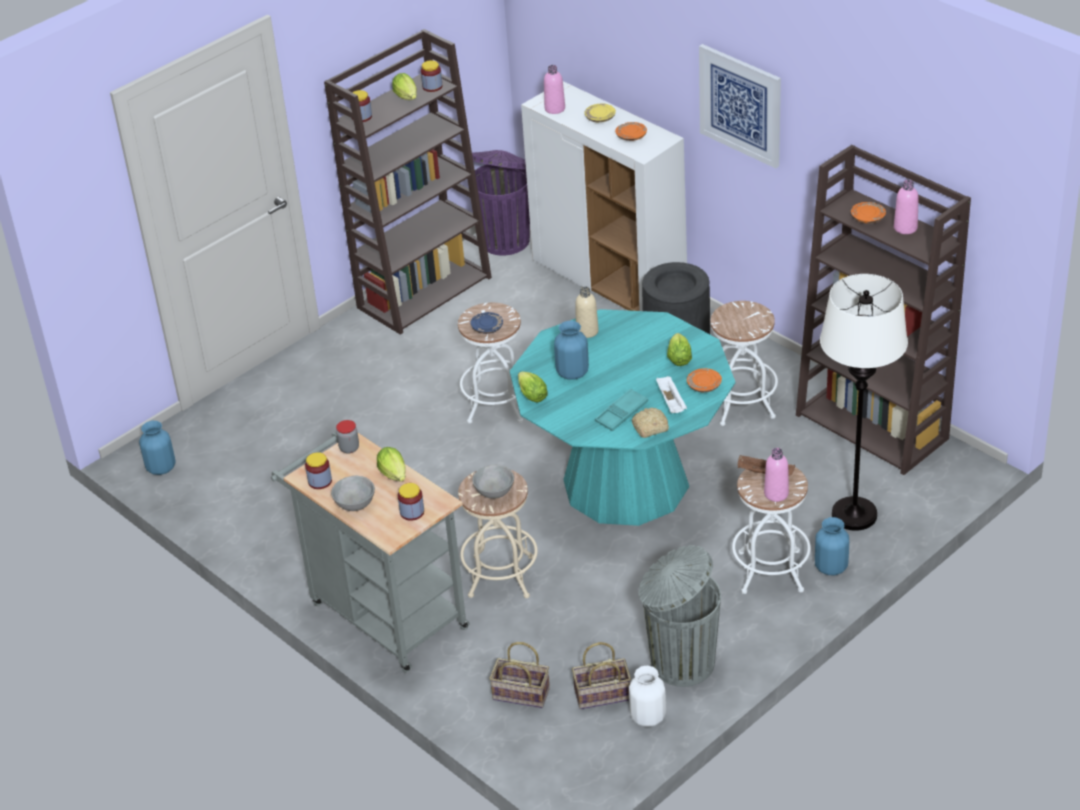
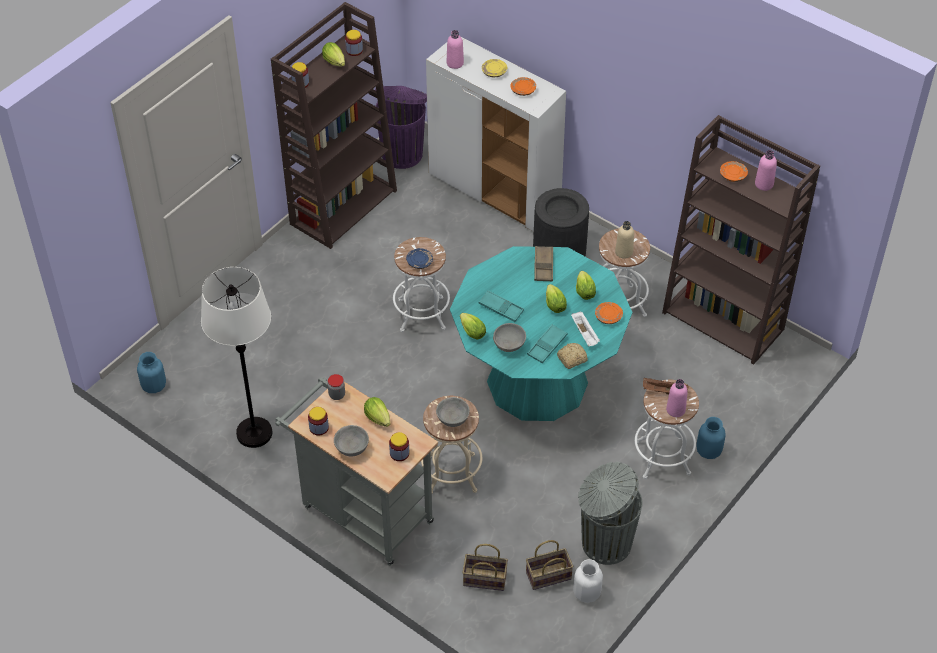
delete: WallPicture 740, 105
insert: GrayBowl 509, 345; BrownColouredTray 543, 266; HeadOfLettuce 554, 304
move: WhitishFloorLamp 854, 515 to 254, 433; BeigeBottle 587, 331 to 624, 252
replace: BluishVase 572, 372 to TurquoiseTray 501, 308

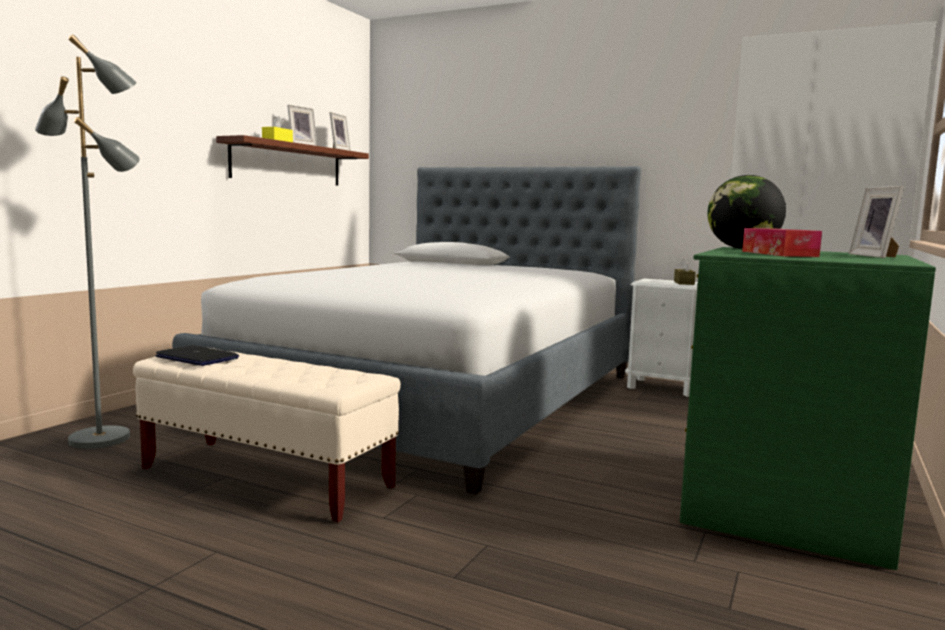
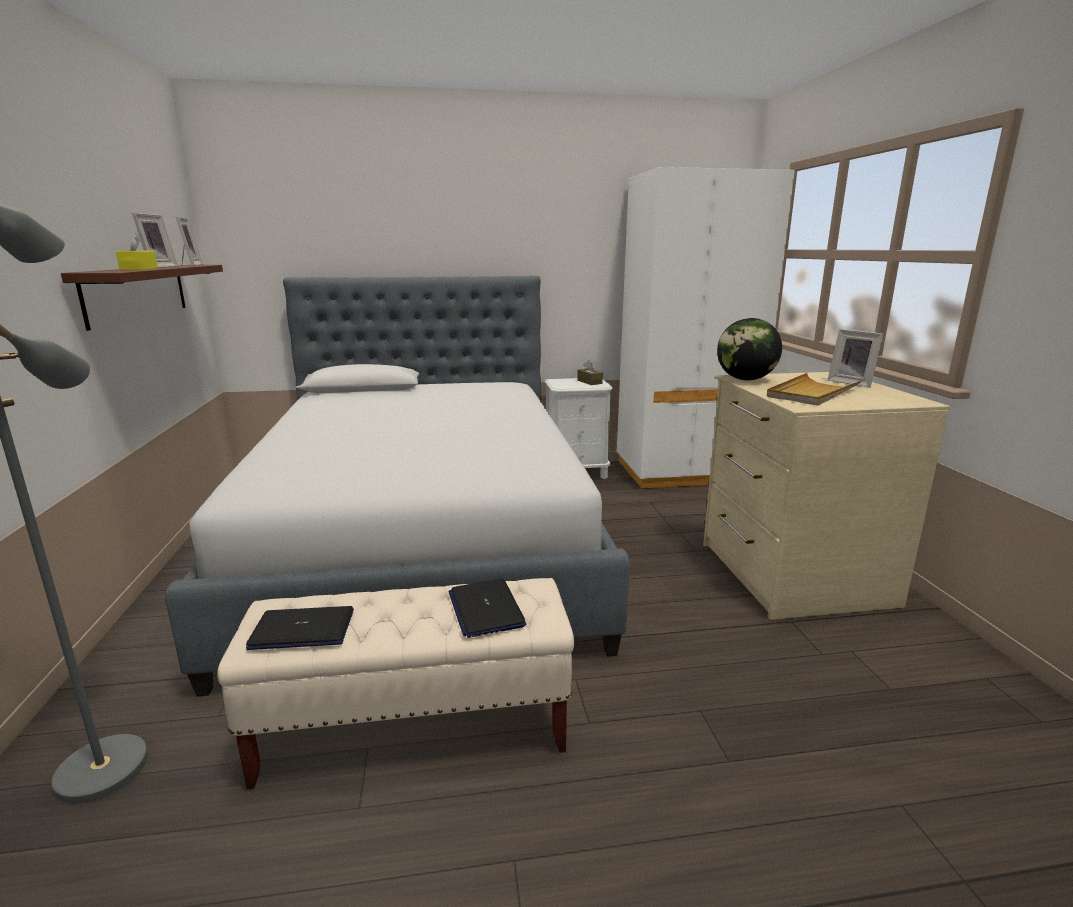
insert: NotebookComputer 485, 609
replace: BoxOfTissues 779, 254 to BeigeTray 812, 393
recolor: GreenDrawerChest 781, 504 to BeigeDrawerChest 791, 573

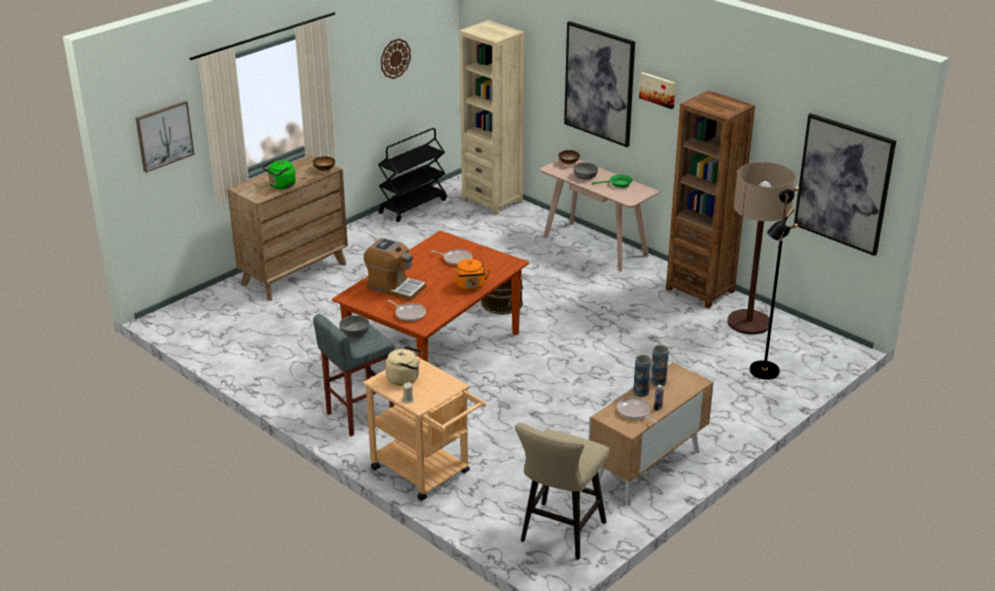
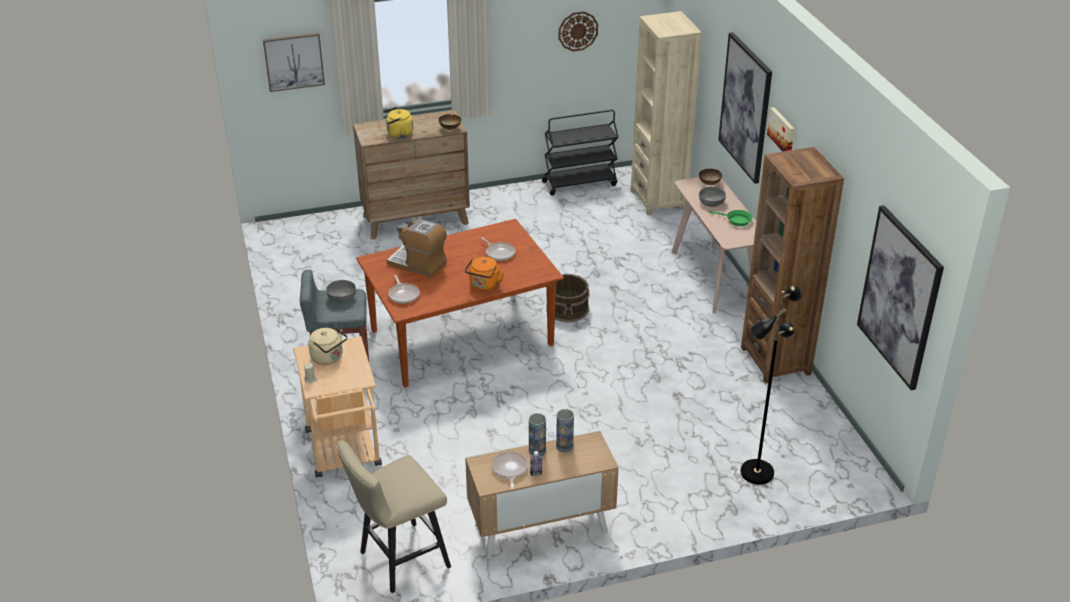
delete: FloorLamp 749, 323
recolor: GreenKettle 281, 186 to YellowishKettle 398, 134
rotate: CoffeeMachine 395, 287 = 418, 264 150 degrees clockwise

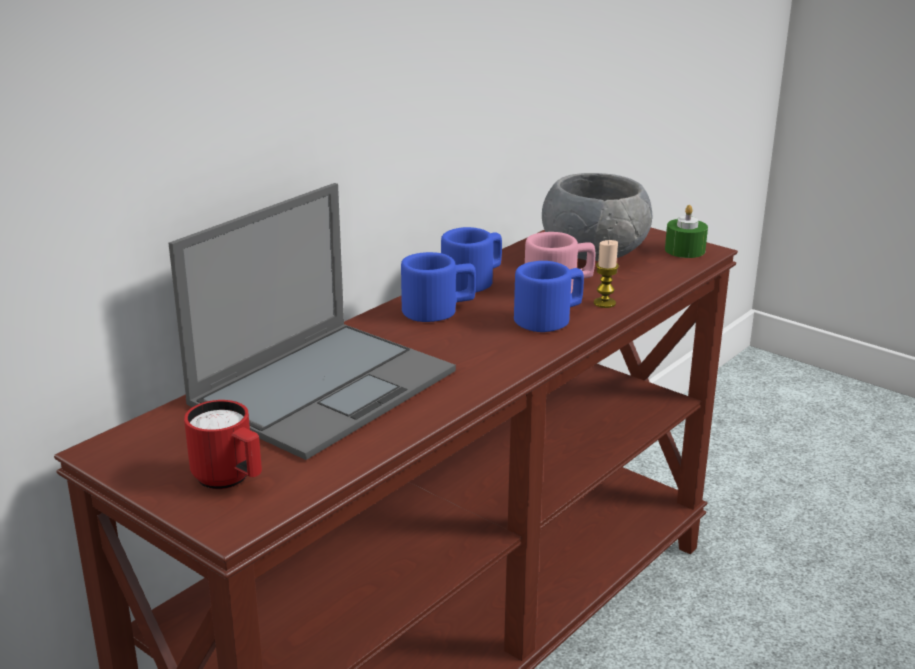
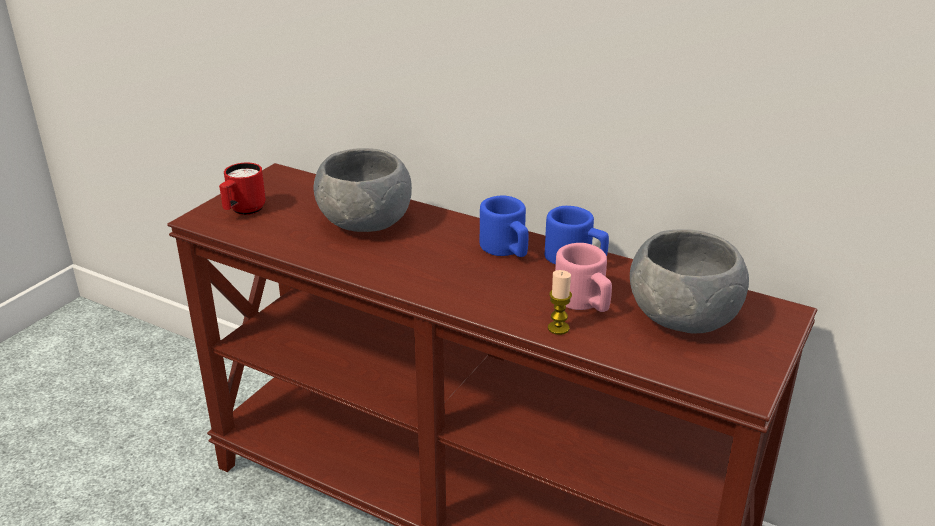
delete: BluishCoffeeMug 550, 318; GreenCandle 685, 250
replace: NotebookComputer 325, 386 to GrayBowl 365, 222

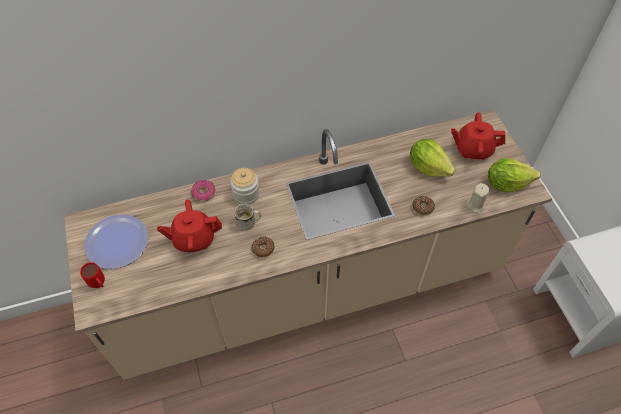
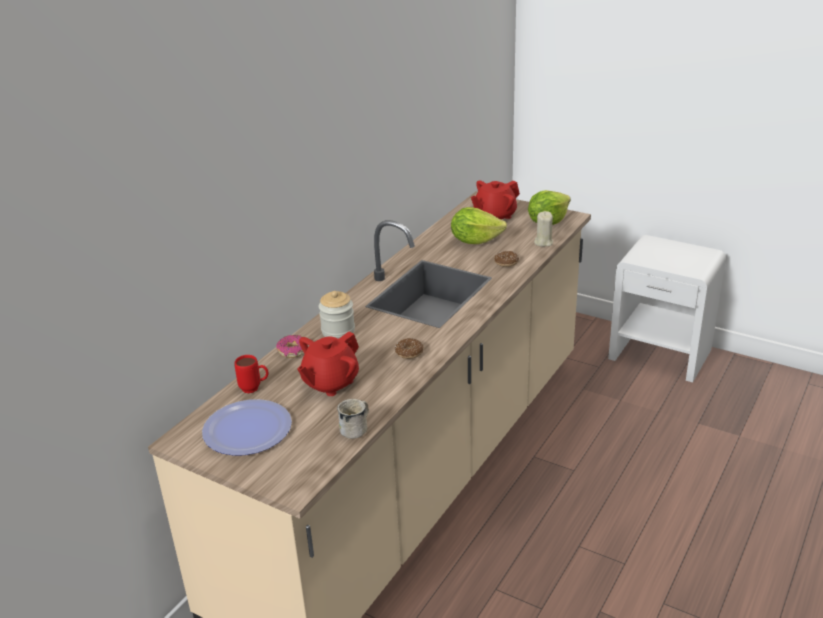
move: ReddishCoffeeMug 99, 285 to 254, 389; WhitishCoffeeMug 249, 223 to 357, 428

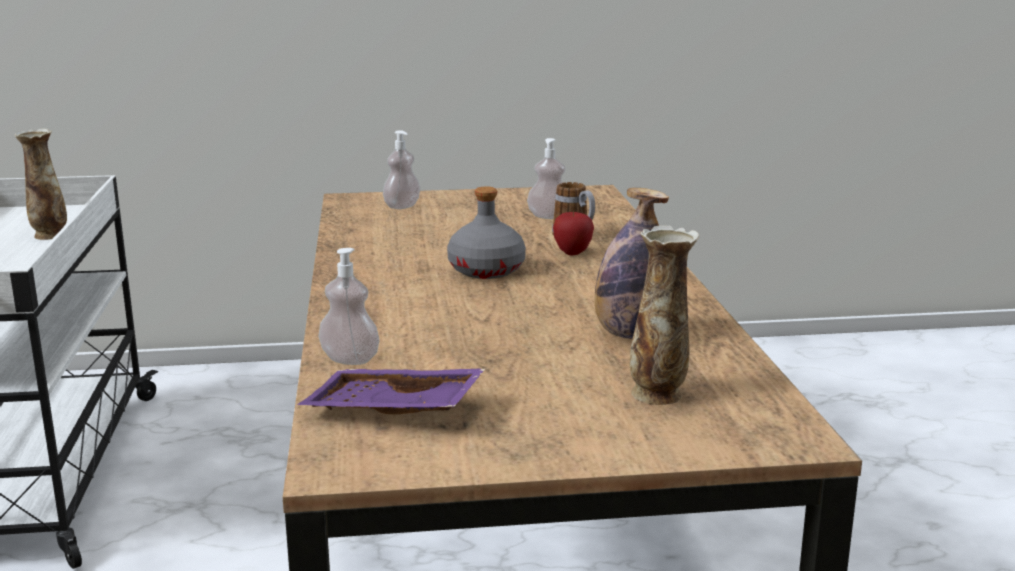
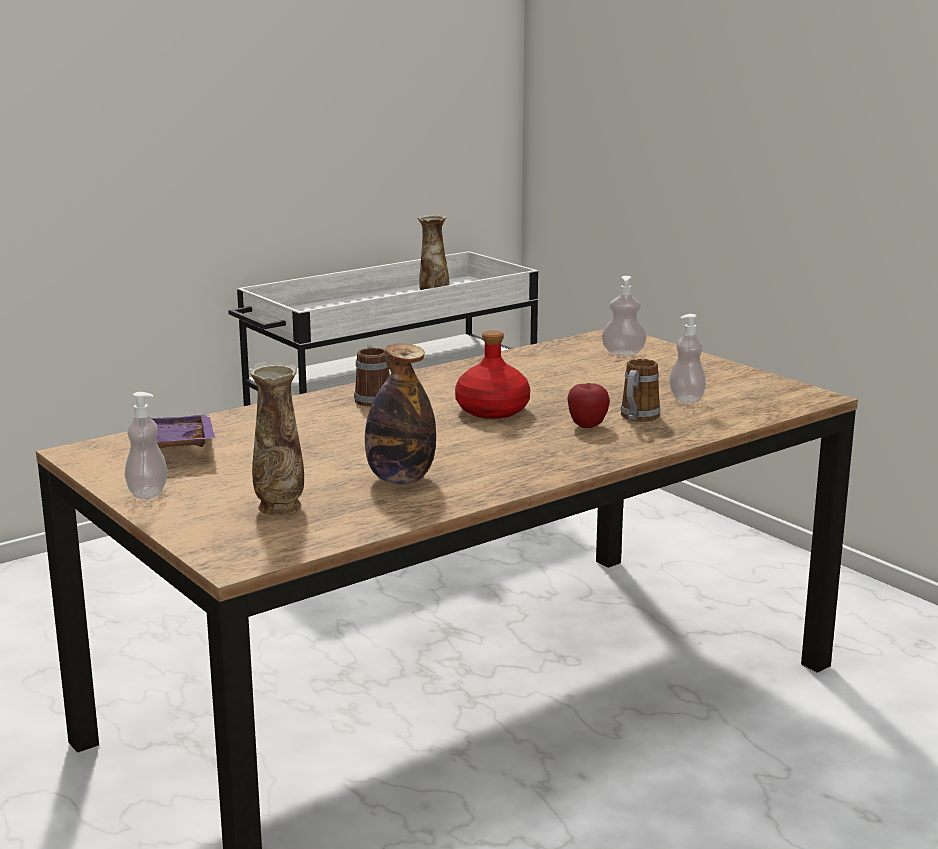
insert: CoffeeMug 372, 398
move: SoapBottle 350, 359 to 147, 492
recolor: GrayBottle 486, 270 to ReddishBottle 492, 411

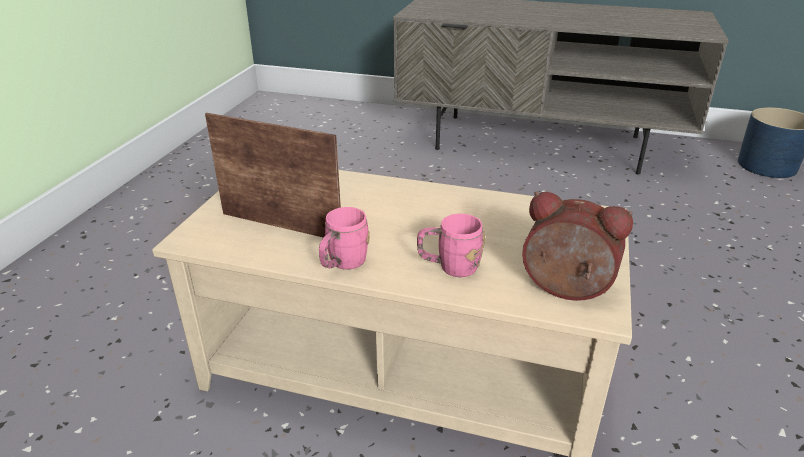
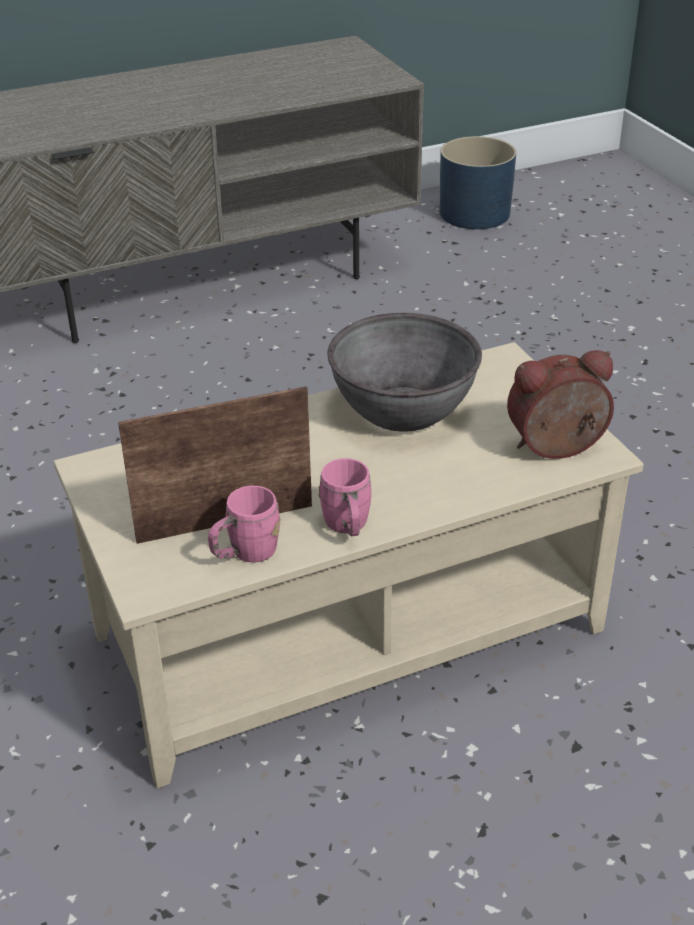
insert: GrayBowl 403, 409
move: PinkishCoffeeMug 449, 267 to 245, 554

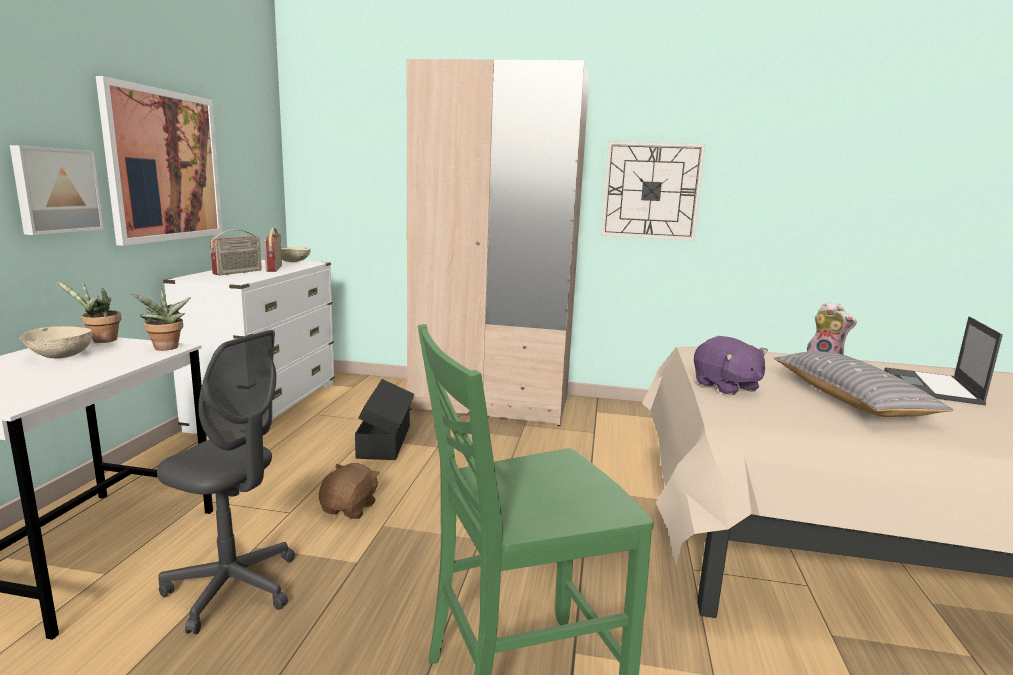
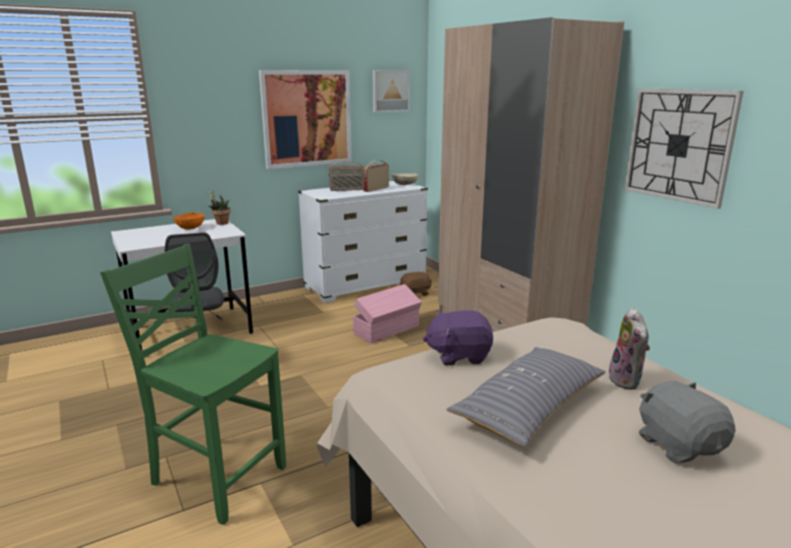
delete: PottedPlant 166, 349
move: WallPicture 56, 190 to 390, 91; BrownColouredSoftToy 350, 508 to 416, 294
replace: NotebookComputer 931, 387 to GraySoftToy 679, 445
recolor: BeigeBowl 59, 356 to OrangeyBowl 190, 228; BlackishStorageContainer 386, 441 to PinkishStorageContainer 387, 330
rotate: PurpleSoftToy 726, 386 = 458, 355 60 degrees clockwise

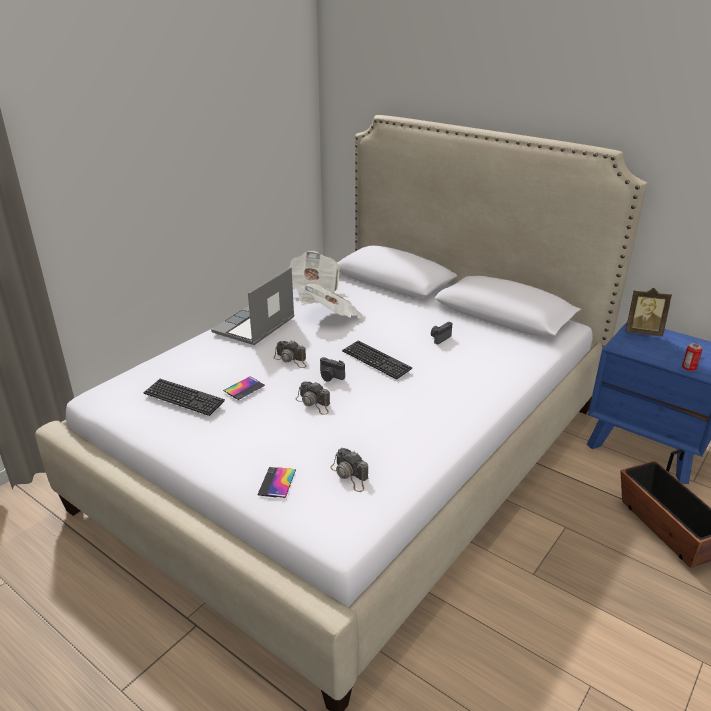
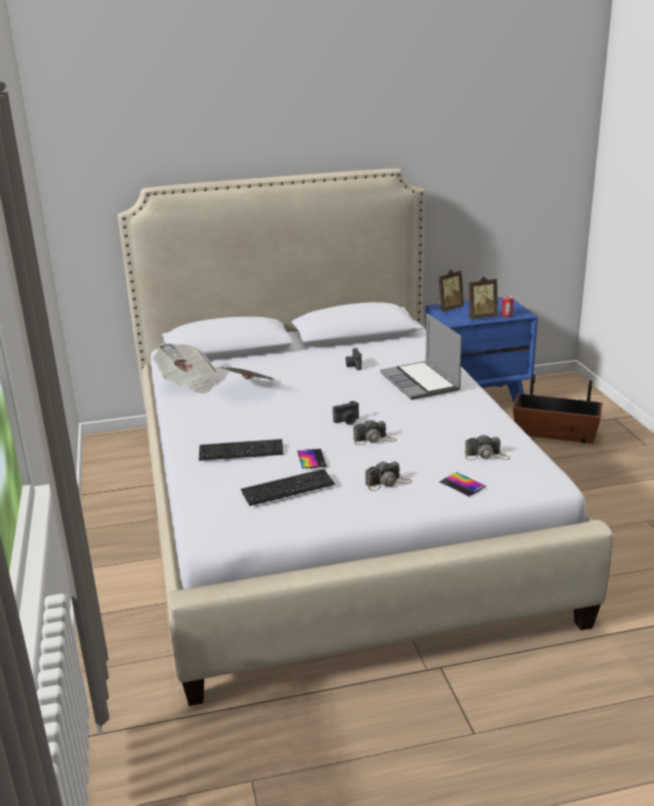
insert: StandingFrame 480, 317
move: Keyboard 376, 361 to 241, 452; PhotoCamera 291, 360 to 388, 483; NotebookComputer 254, 326 to 421, 382

